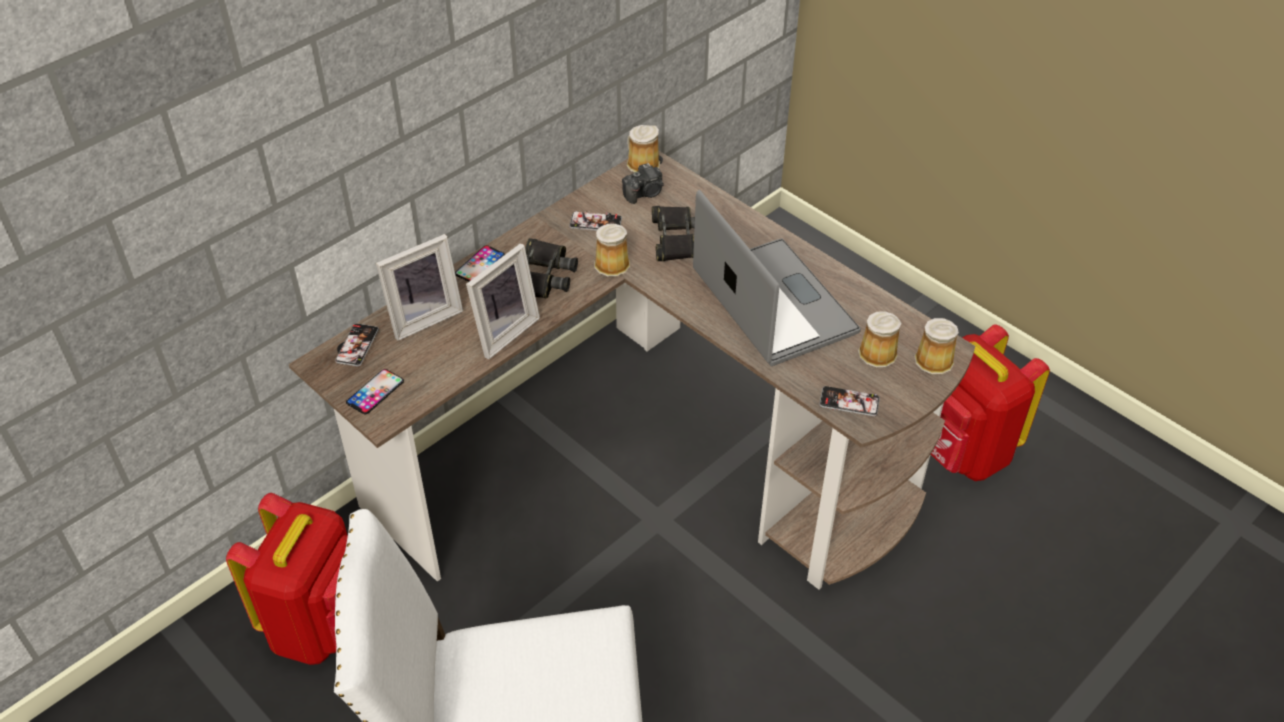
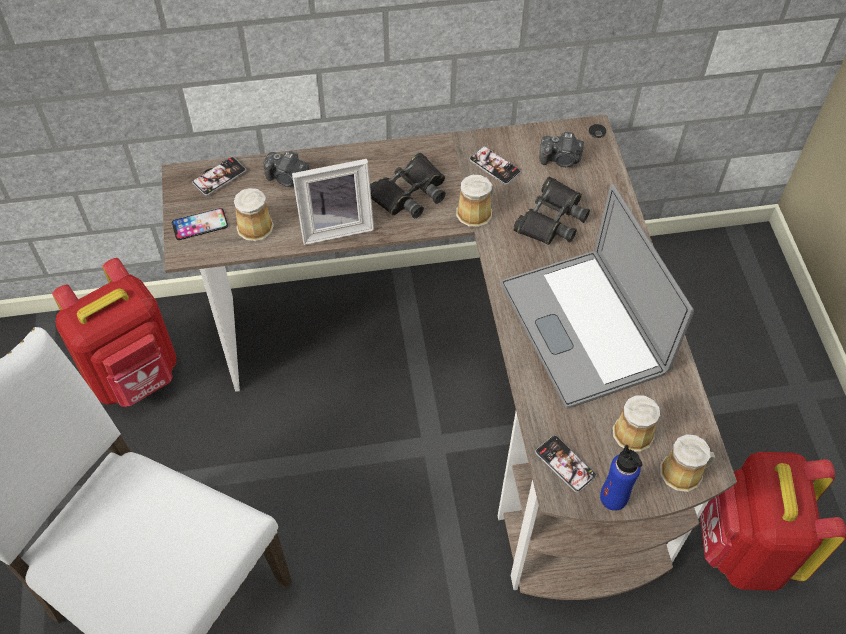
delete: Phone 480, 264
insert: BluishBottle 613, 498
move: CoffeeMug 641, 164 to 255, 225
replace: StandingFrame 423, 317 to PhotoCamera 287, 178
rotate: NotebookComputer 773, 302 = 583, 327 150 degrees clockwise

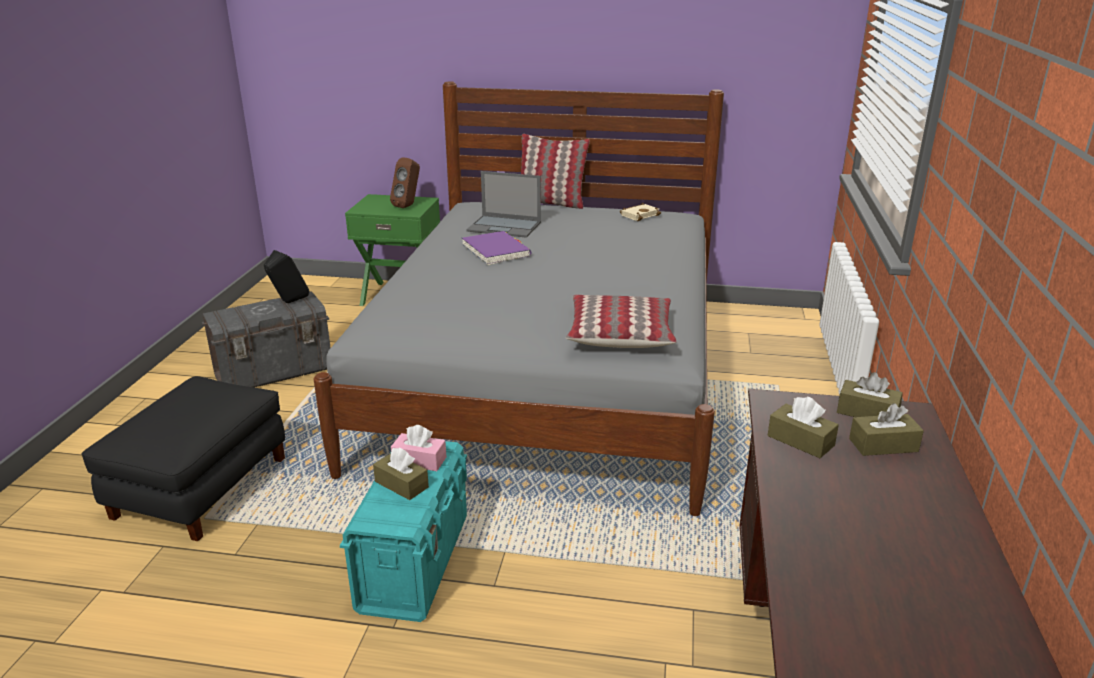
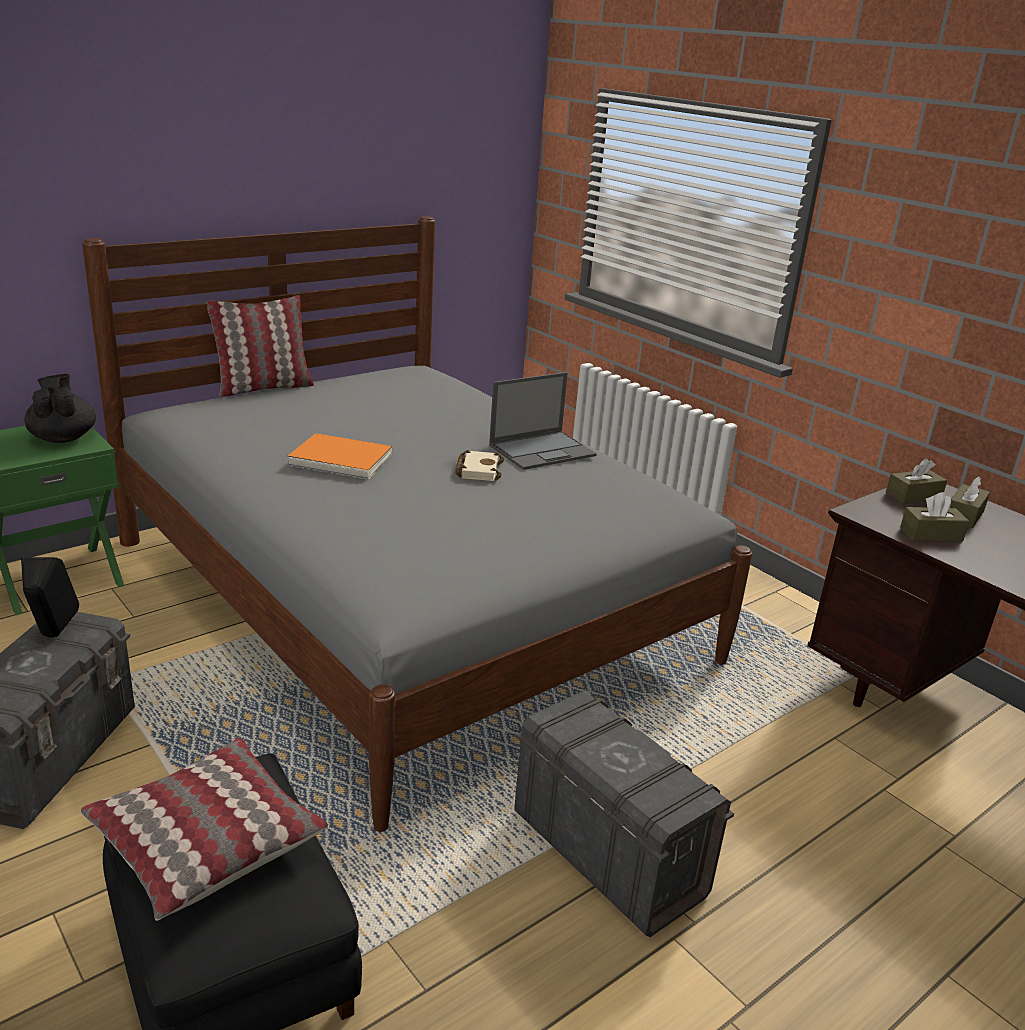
delete: BrownColouredBoxOfTissues 401, 484; PinkishBoxOfTissues 419, 460
move: ThrowPillow 620, 333 to 205, 841; BeigeBoundBook 639, 215 to 477, 469; NotebookComputer 505, 227 to 543, 450
replace: BrownColouredLoudspeaker 408, 206 to BlackishTeapot 63, 438
recolor: PurpleBoundBook 496, 251 to OrangeyBoundBook 341, 460; TurquoiseStorageContainer 415, 562 to GrayStorageContainer 607, 852

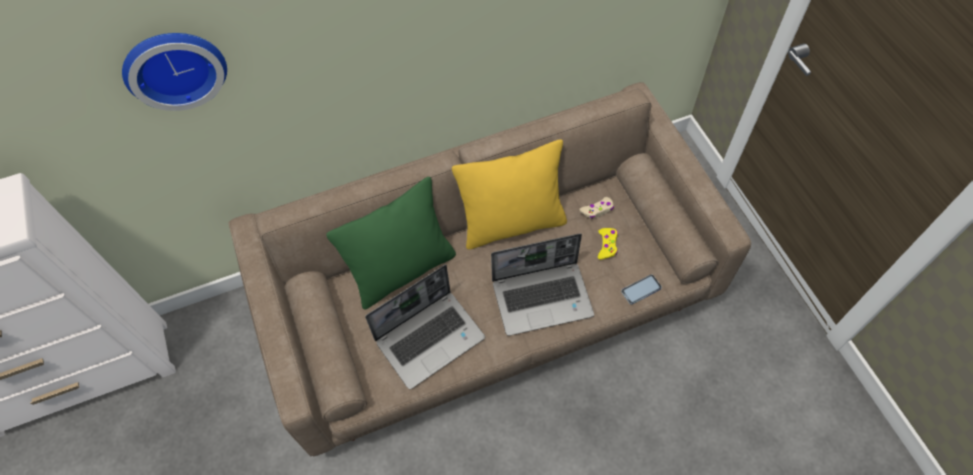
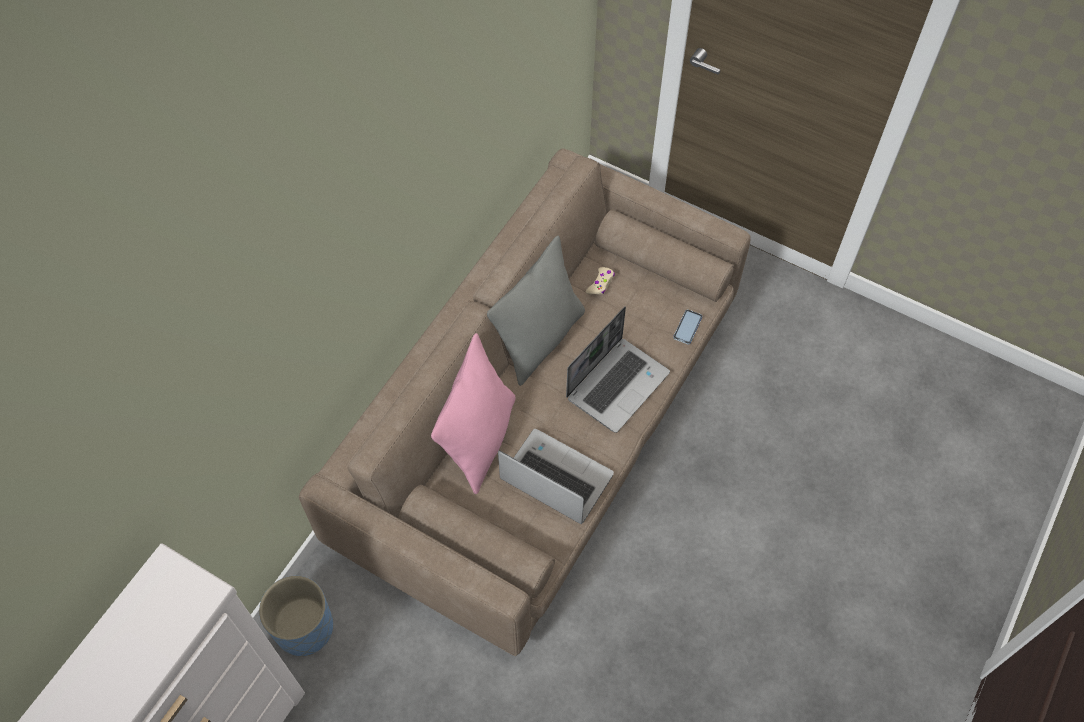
delete: HangingClock 174, 66; YellowishGamepad 607, 245
insert: BluishFlowerPot 304, 628
recolor: GreenThrowPillow 402, 270 to PinkishThrowPillow 480, 440; YellowishThrowPillow 512, 224 to GrayThrowPillow 540, 340
rotate: NotebookComputer 430, 338 = 554, 478 75 degrees counterclockwise

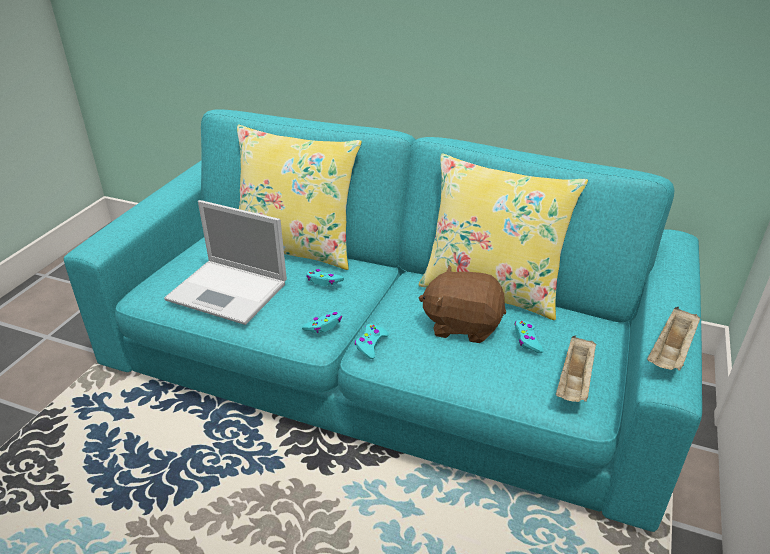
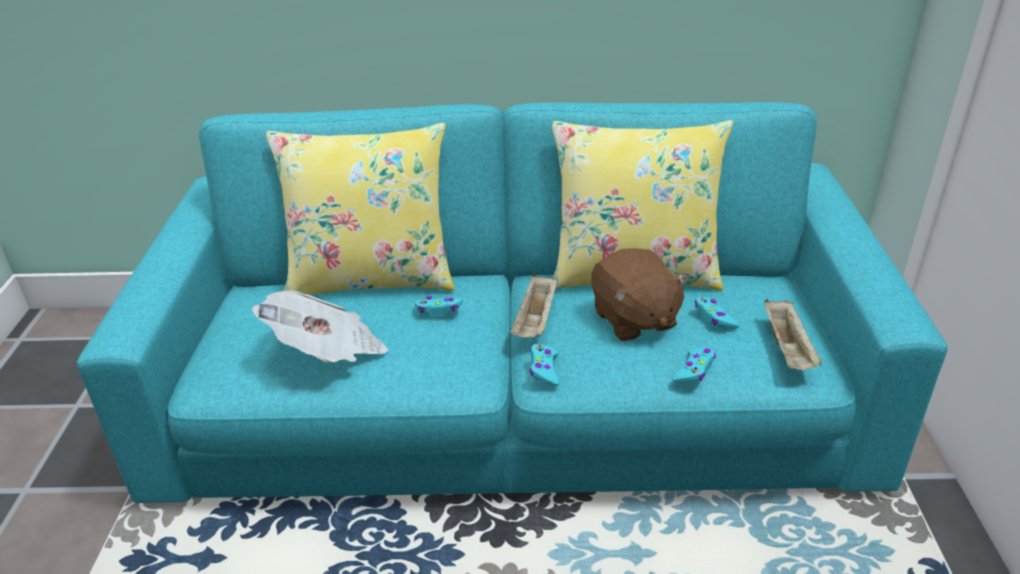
move: BeigeTray 671, 353 to 536, 321; TurquoiseGamepad 324, 326 to 694, 371
replace: NotebookComputer 229, 292 to PrintedPaper 328, 352
rotate: BrownColouredSoftToy 462, 325 = 633, 319 105 degrees counterclockwise

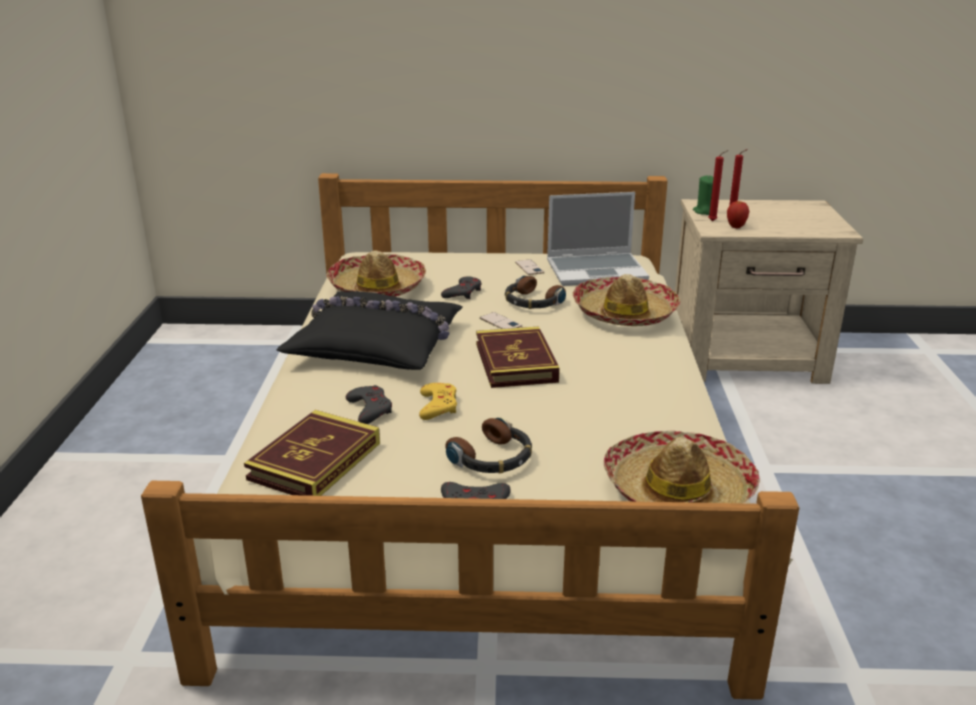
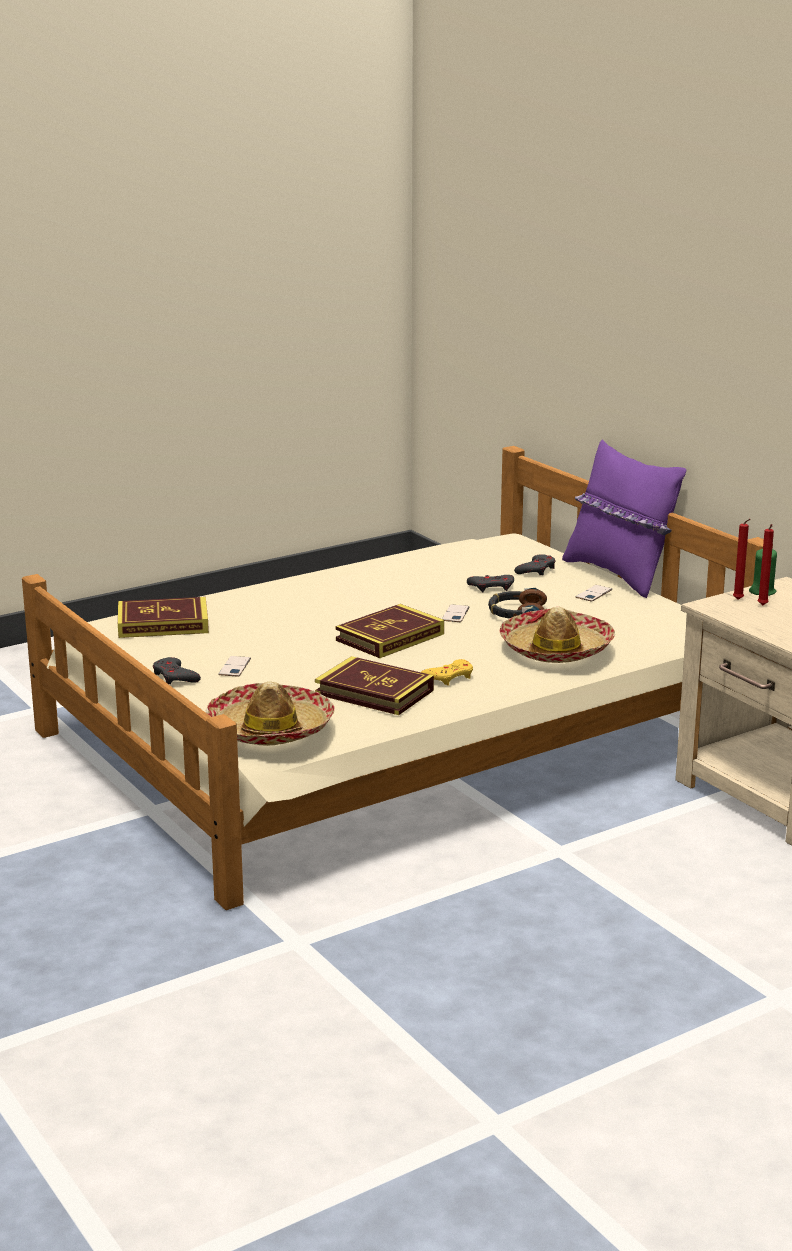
delete: BlackishThrowPillow 377, 345; Hat 377, 287; NotebookComputer 597, 271; Apple 736, 227
insert: BoundBook 374, 692; PurpleThrowPillow 619, 575
move: YellowishGamepad 438, 406 to 449, 677; GrayGamepad 370, 409 to 536, 570
replace: Headphones 492, 458 to Phone 234, 667

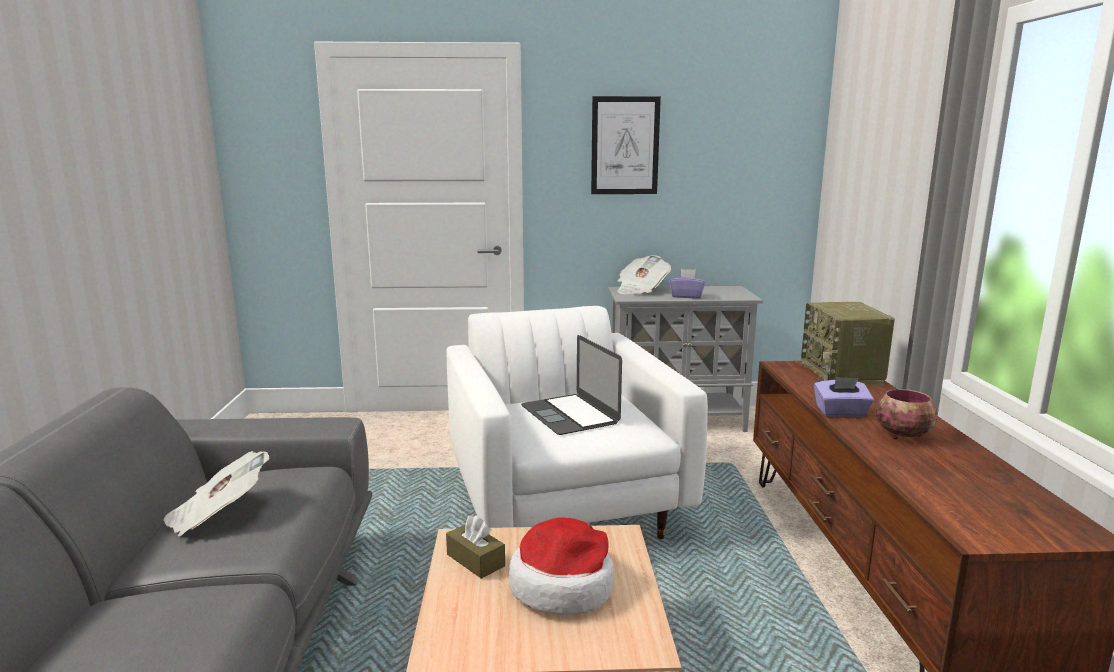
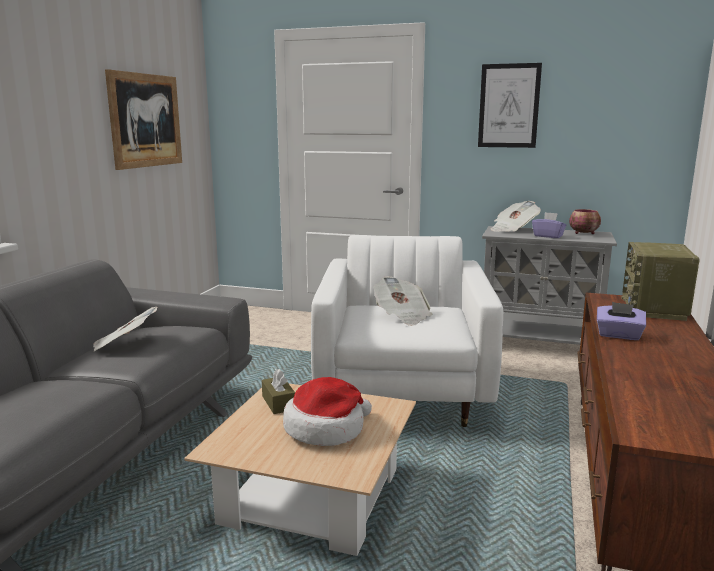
insert: WallPicture 145, 120
move: Bowl 904, 435 to 584, 233
replace: NotebookComputer 569, 414 to PrintedPaper 402, 316

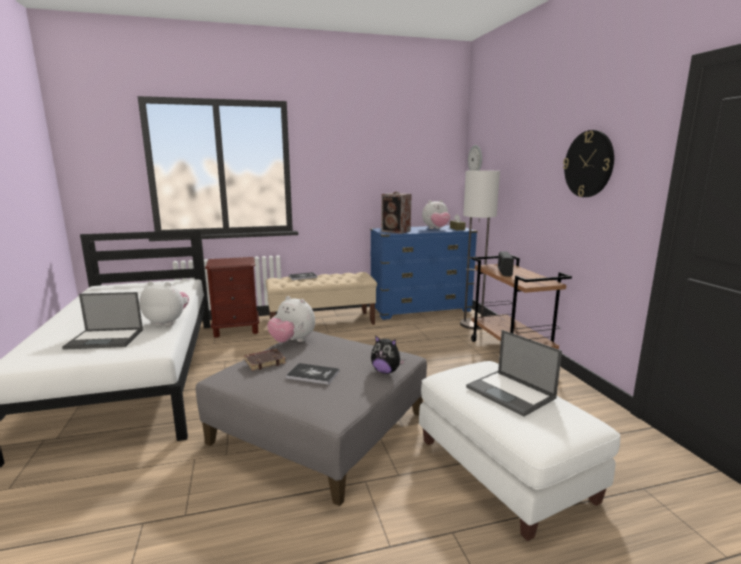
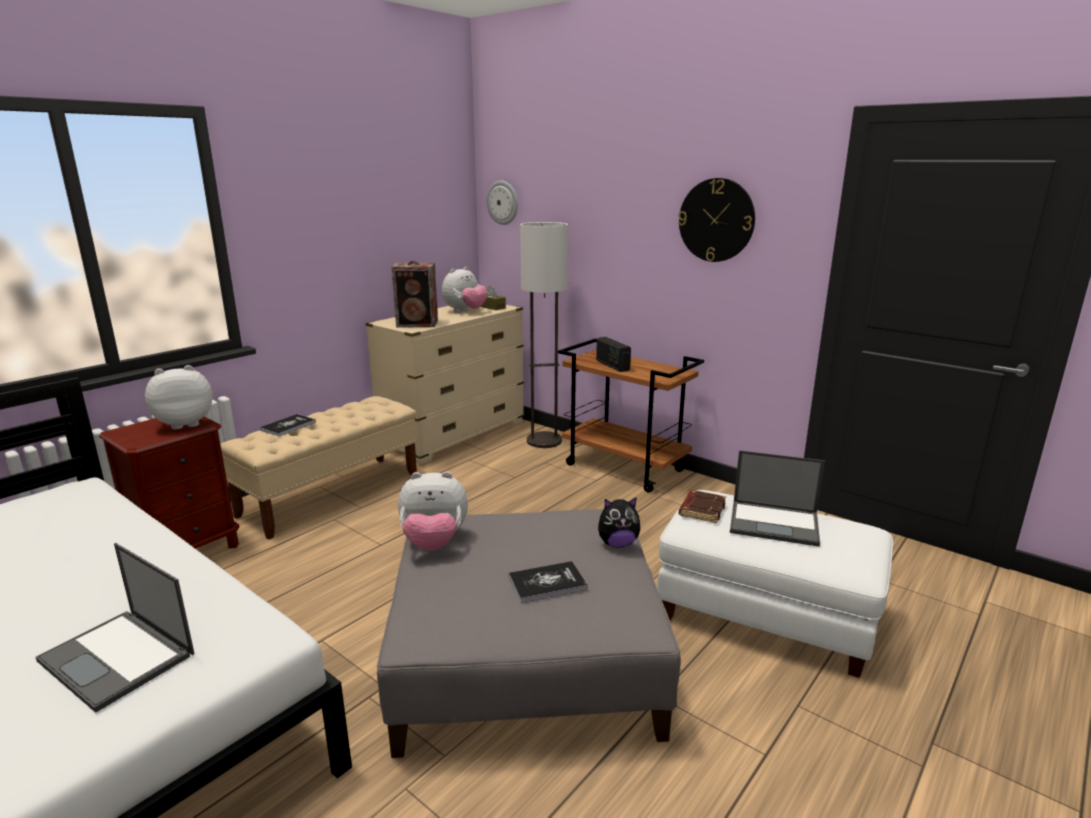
move: SoftToy 168, 322 to 185, 423; BrownColouredBoundBook 265, 362 to 701, 509
recolor: BluishDrawerChest 420, 309 to BeigeDrawerChest 454, 435
rotate: NotebookComputer 106, 339 = 118, 658 75 degrees clockwise

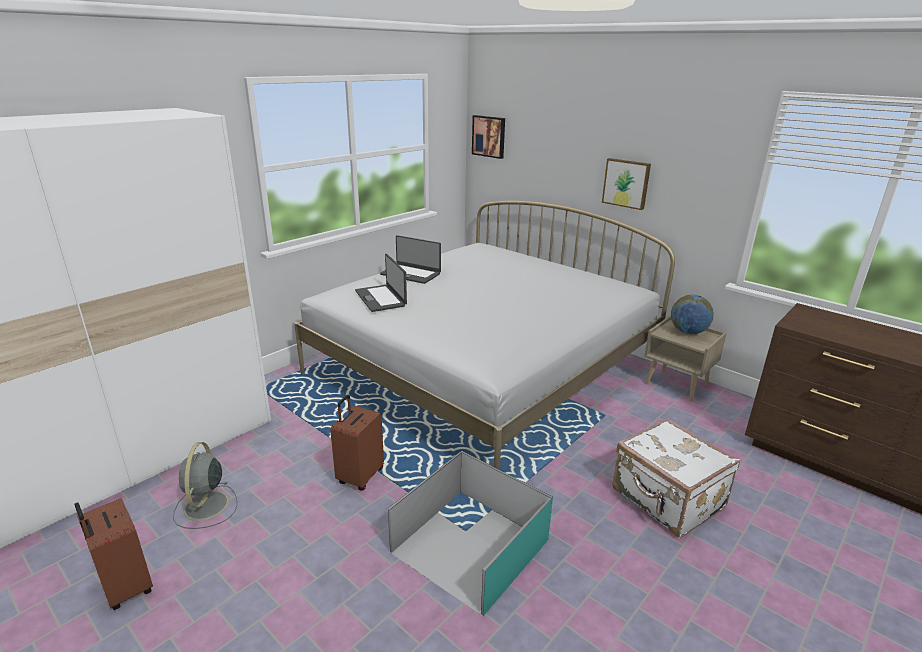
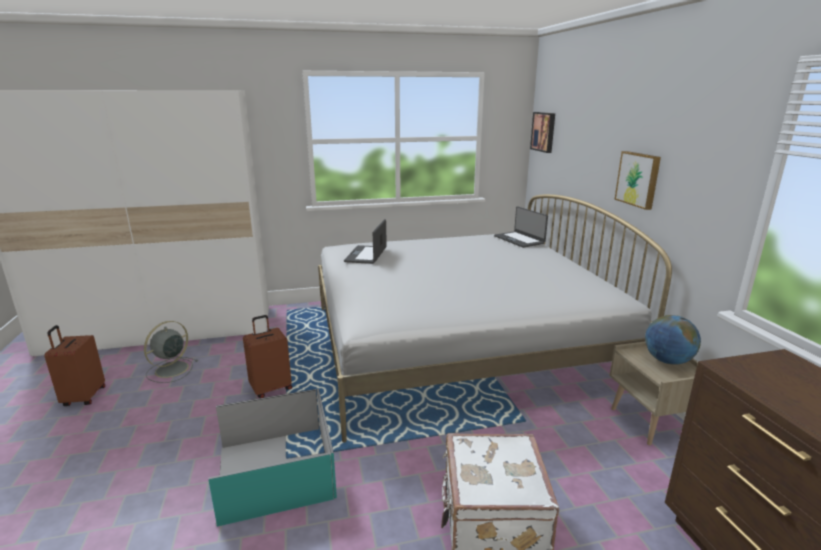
move: NotebookComputer 411, 274 to 519, 239

